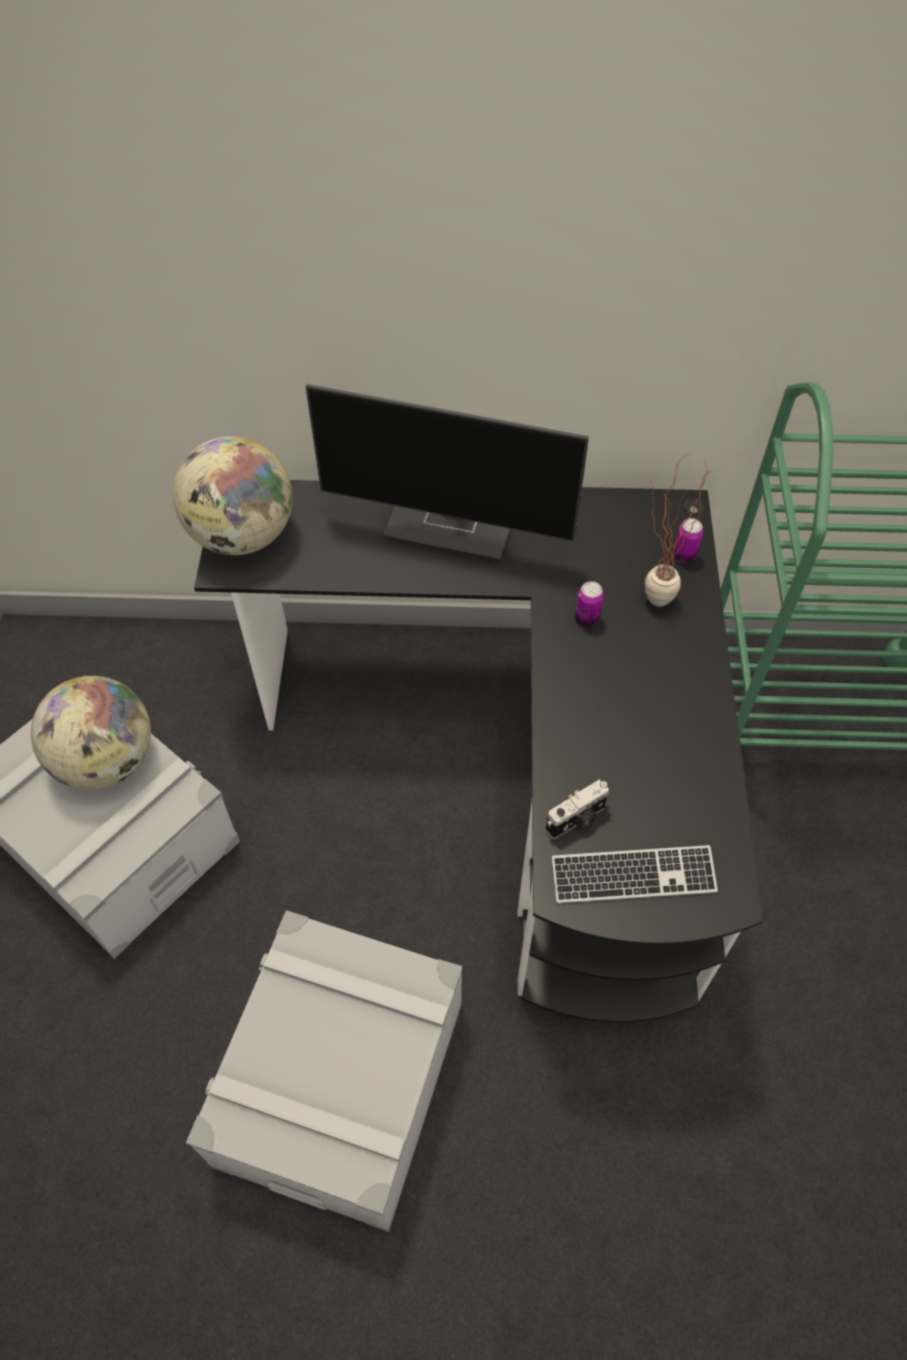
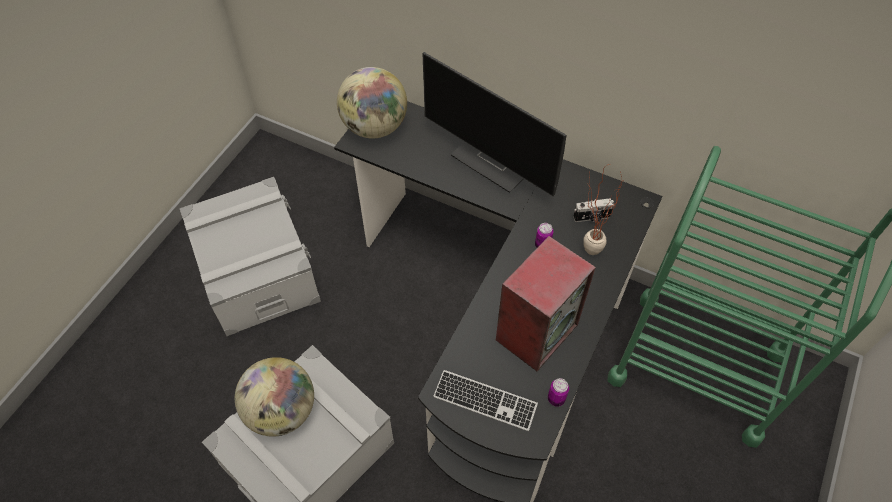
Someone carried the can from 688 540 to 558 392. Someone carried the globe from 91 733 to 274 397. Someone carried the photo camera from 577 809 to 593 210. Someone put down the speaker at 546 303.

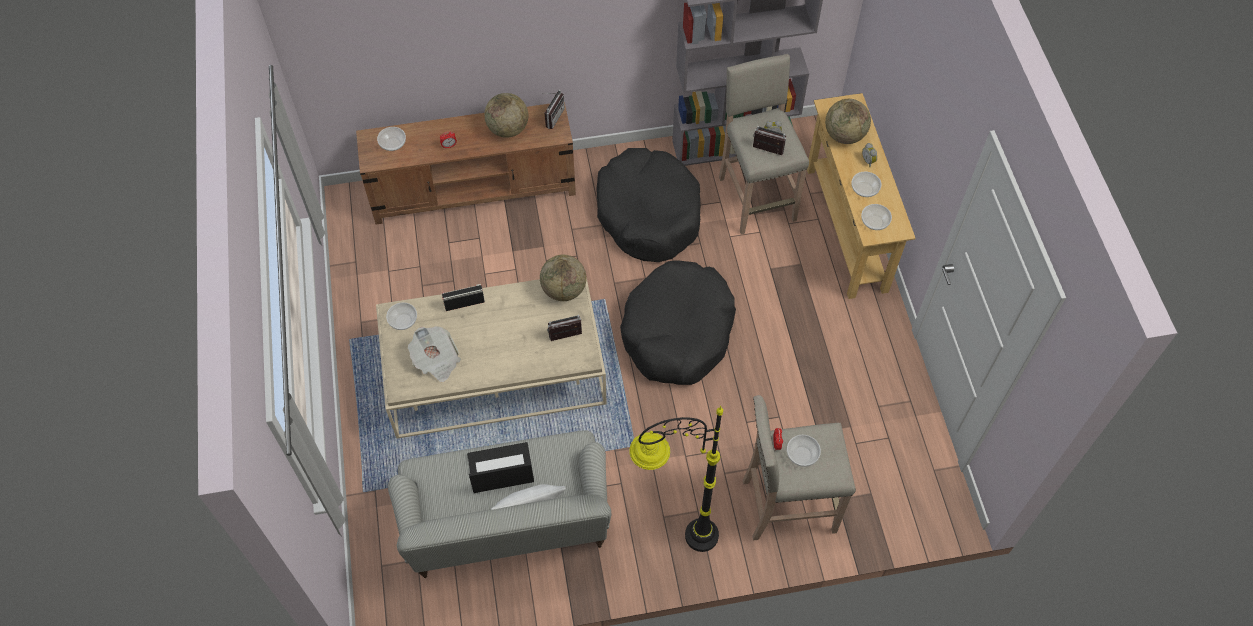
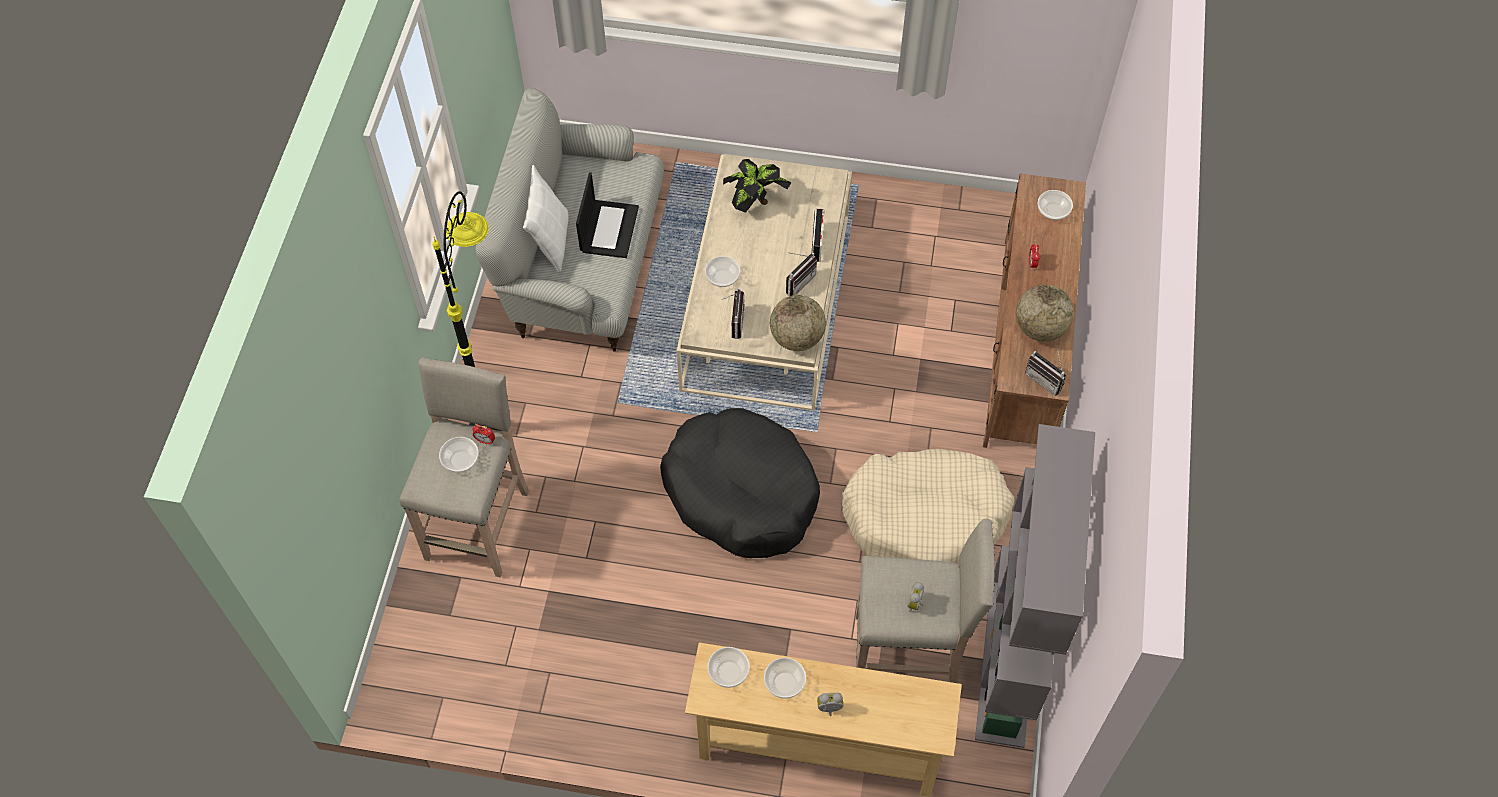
Someone took away the globe at 848 121. Someone carried the radio from 769 140 to 801 274. Someone repainted the black dog bed at 648 205, which became the beige dog bed at 927 506. Someone carried the bowl from 401 316 to 722 271. Someone swapped the newspaper at 434 354 for the potted plant at 757 186.

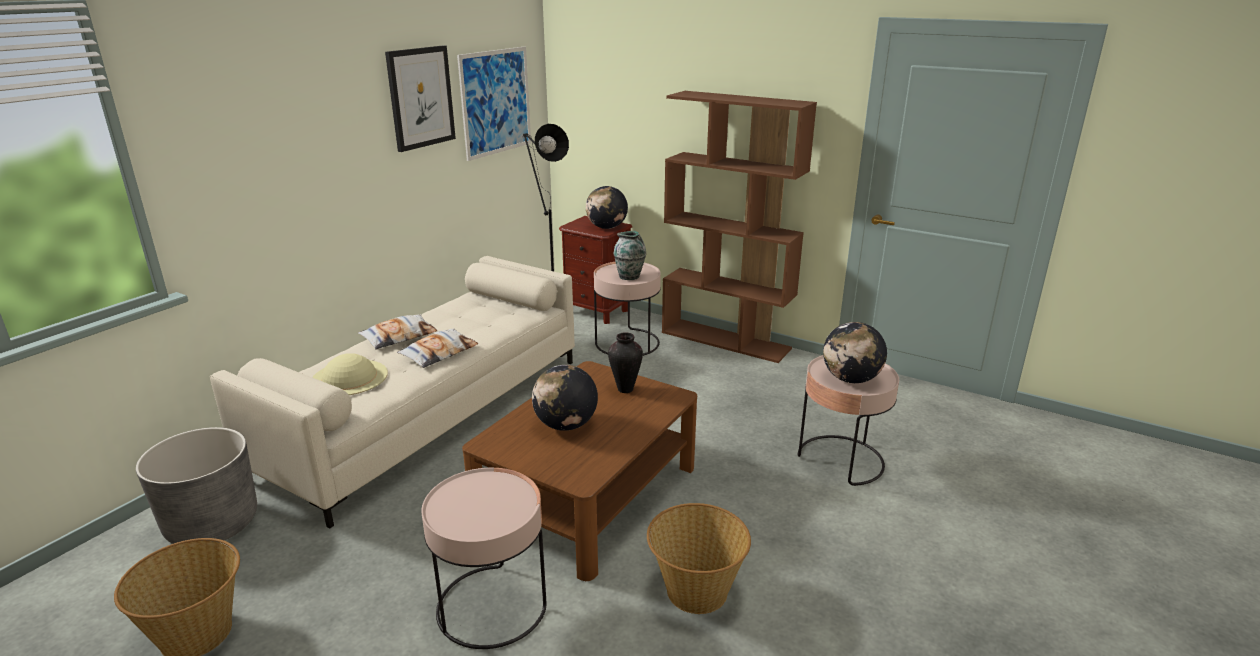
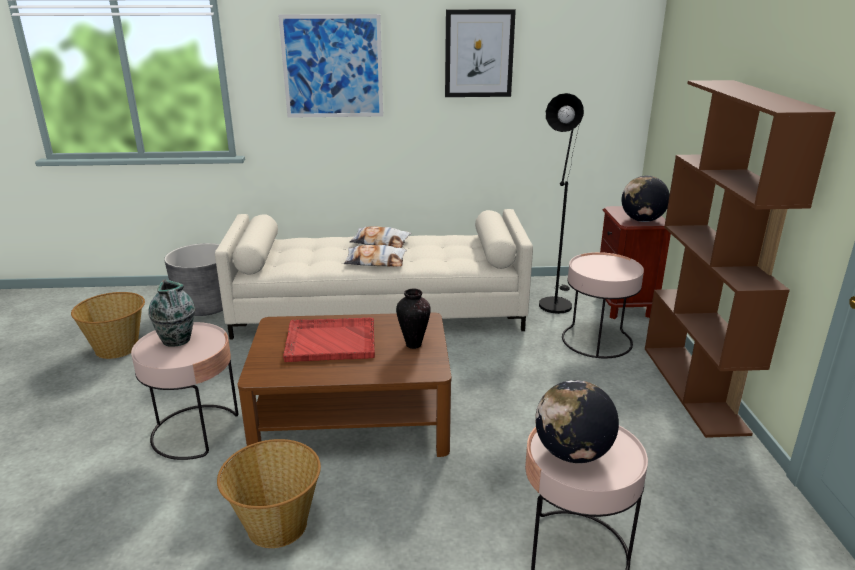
Someone carried the picture from 494 104 to 330 66. Someone carried the vase from 630 255 to 172 313. Someone took away the beige hat at 350 374. Someone swapped the globe at 565 398 for the red tray at 329 340.

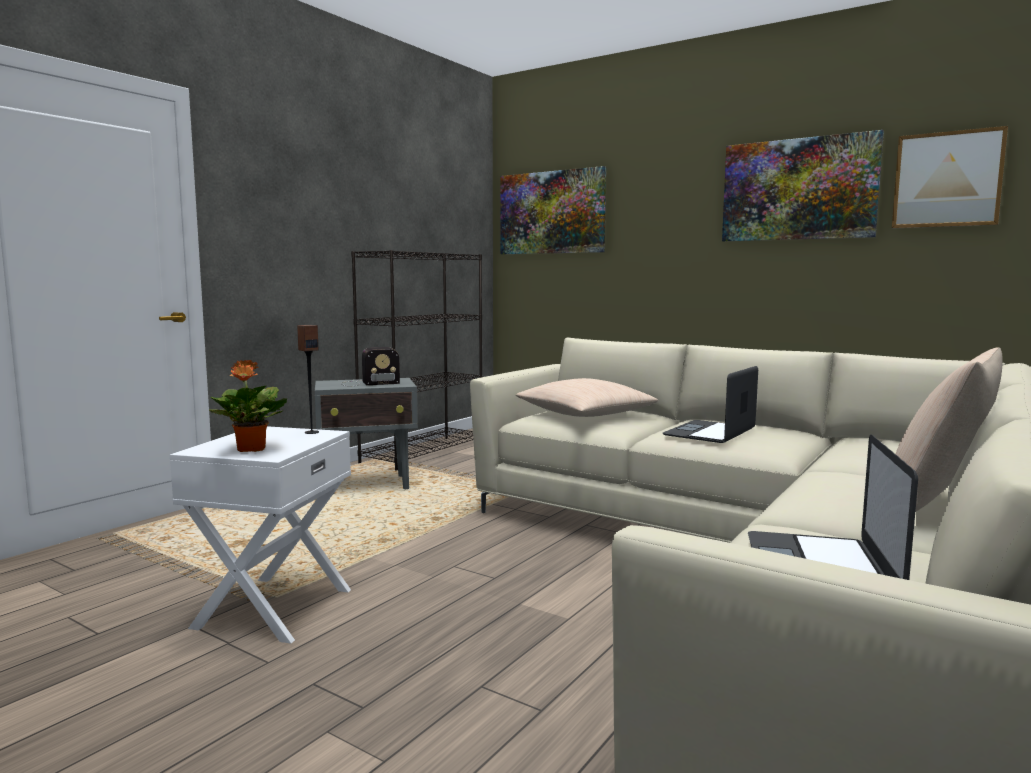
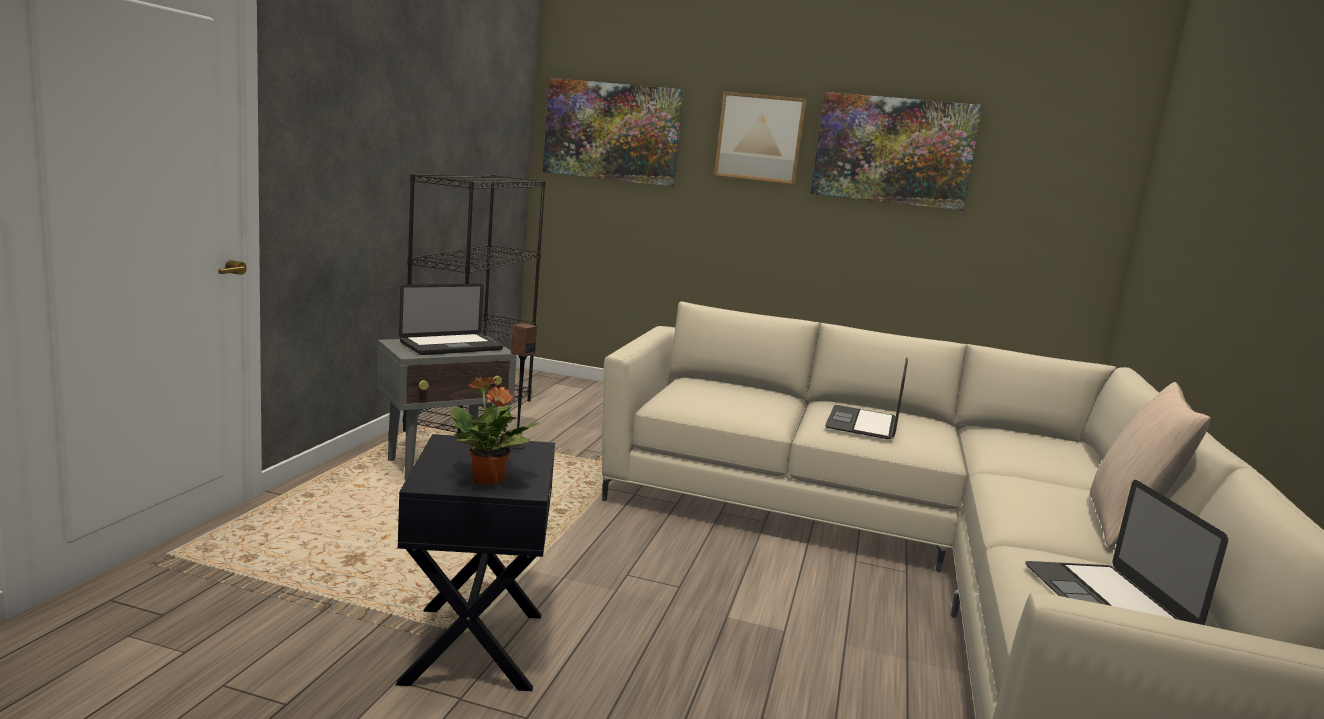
Someone carried the picture from 950 177 to 760 138. Someone swapped the radio at 370 366 for the laptop at 451 319. Someone took away the beige pillow at 587 397. Someone repainted the white side table at 260 535, which became the black side table at 475 562.

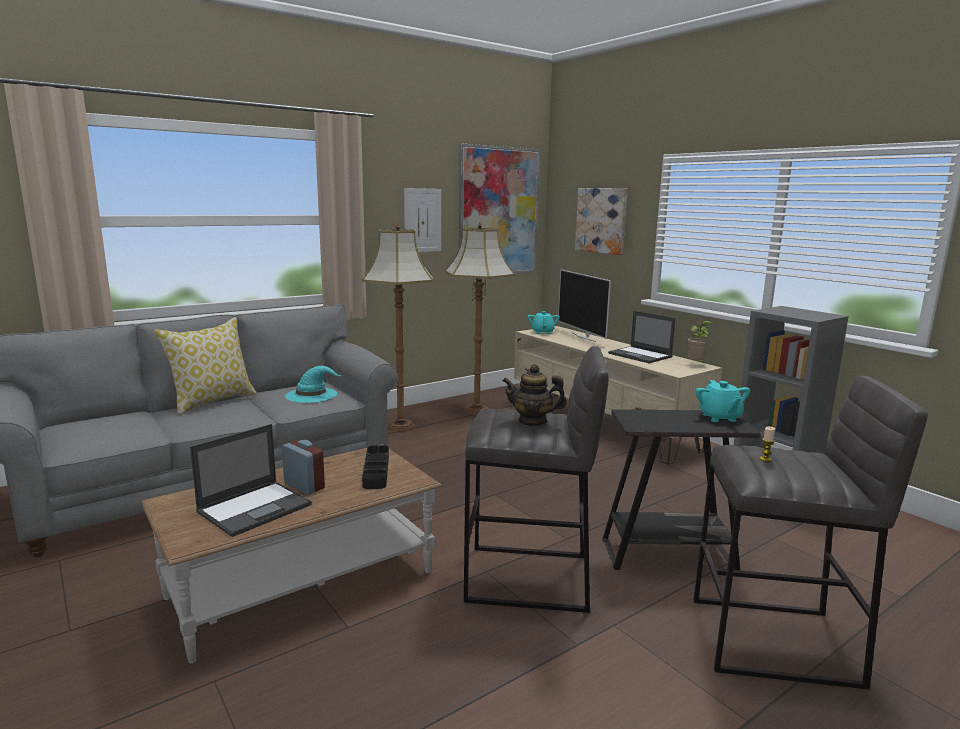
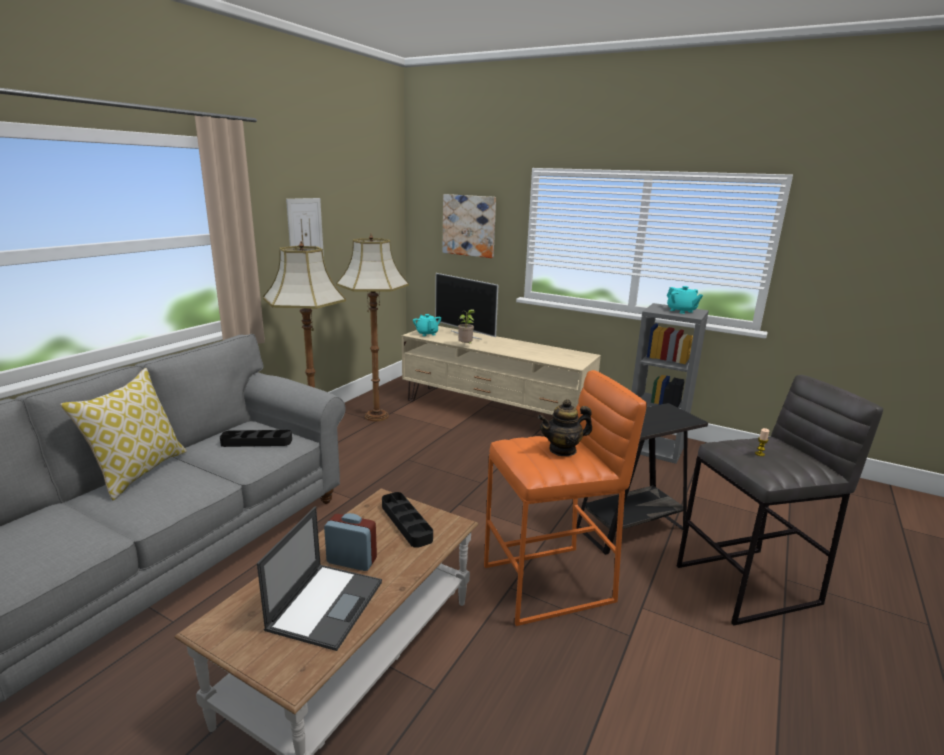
Someone took away the picture at 499 208. Someone took away the laptop at 642 337. Someone carried the potted plant from 699 341 to 467 326. Someone repainted the grey stool at 536 479, which became the orange stool at 565 498. Someone swapped the turquoise hat at 312 384 for the black tray at 256 438. Someone carried the turquoise teapot from 722 401 to 685 300.

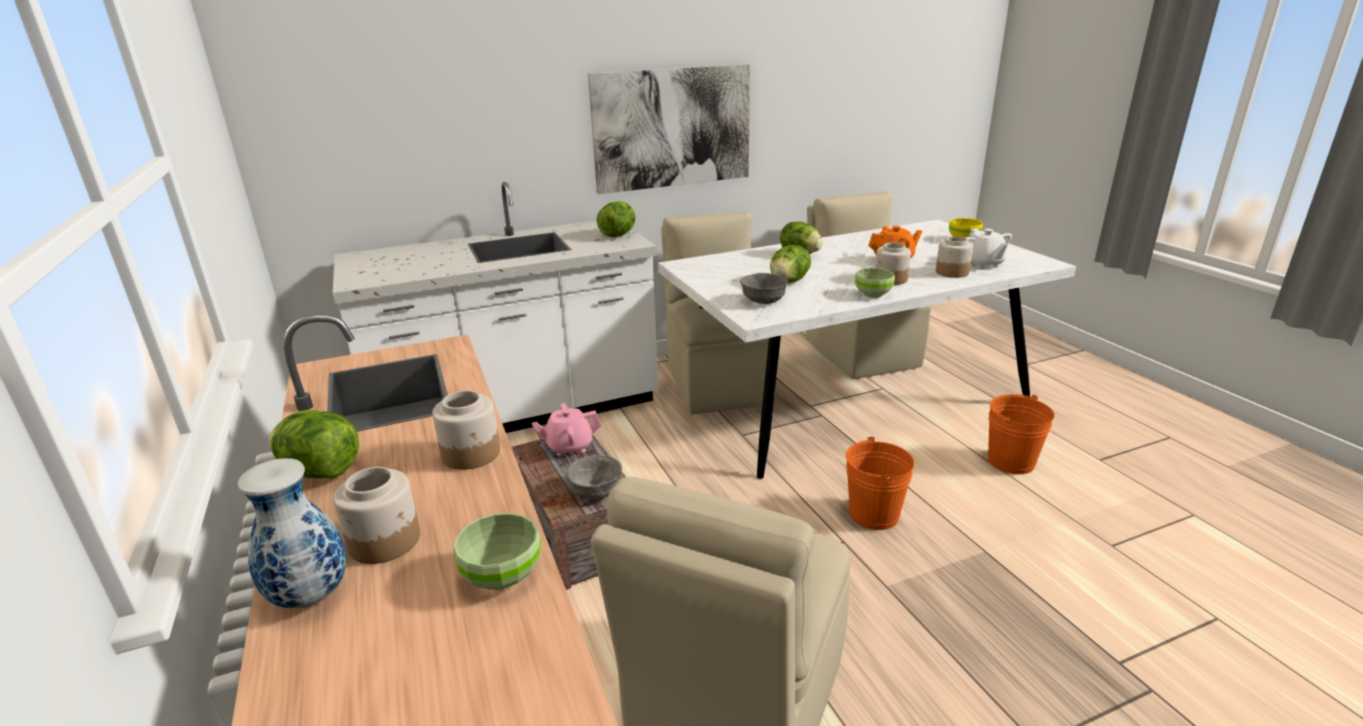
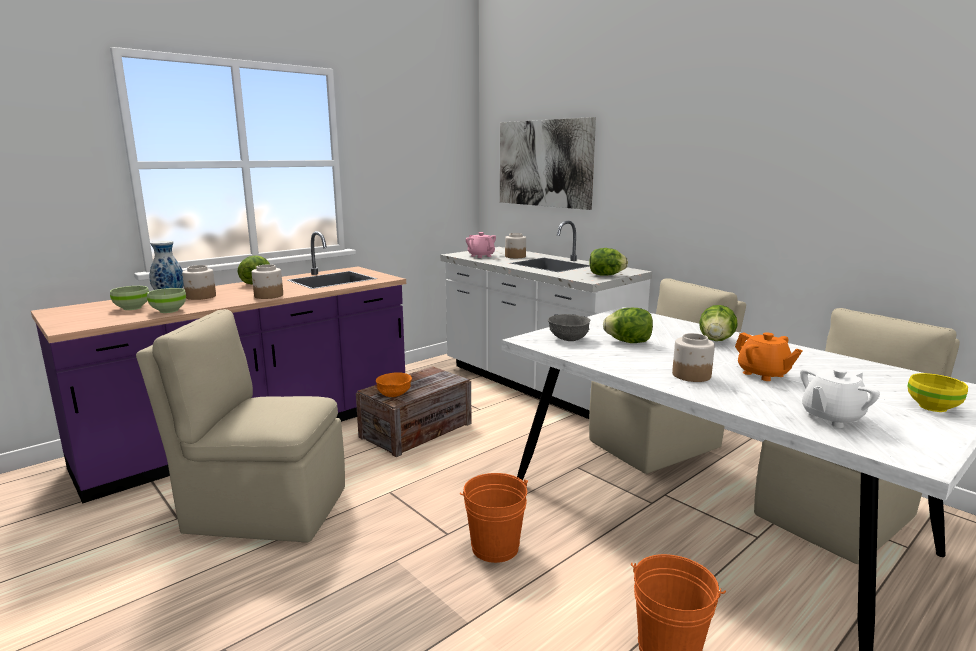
Someone carried the picture from 669 129 to 548 163. Someone carried the jar from 954 257 to 515 245. Someone carried the green bowl from 875 283 to 129 298. Someone carried the pink teapot from 566 429 to 481 245. Someone repainted the grey bowl at 594 477, which became the orange bowl at 394 384.

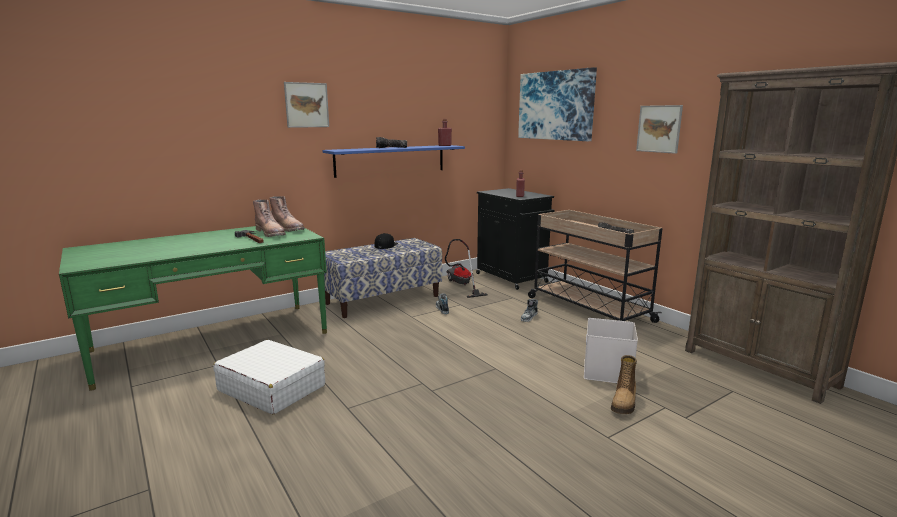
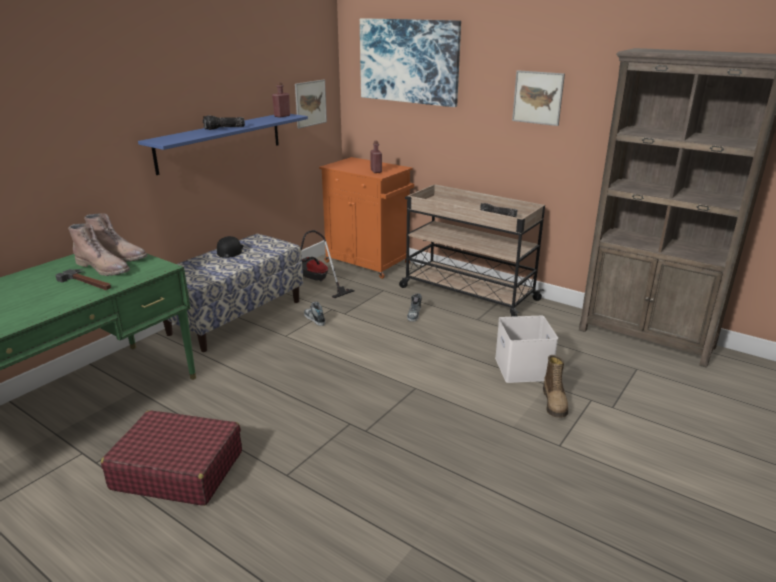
Someone carried the picture from 306 105 to 311 104. Someone repainted the black cabinet at 515 239, which became the orange cabinet at 366 218. Someone repainted the white suitcase at 269 377, which became the red suitcase at 171 458.

